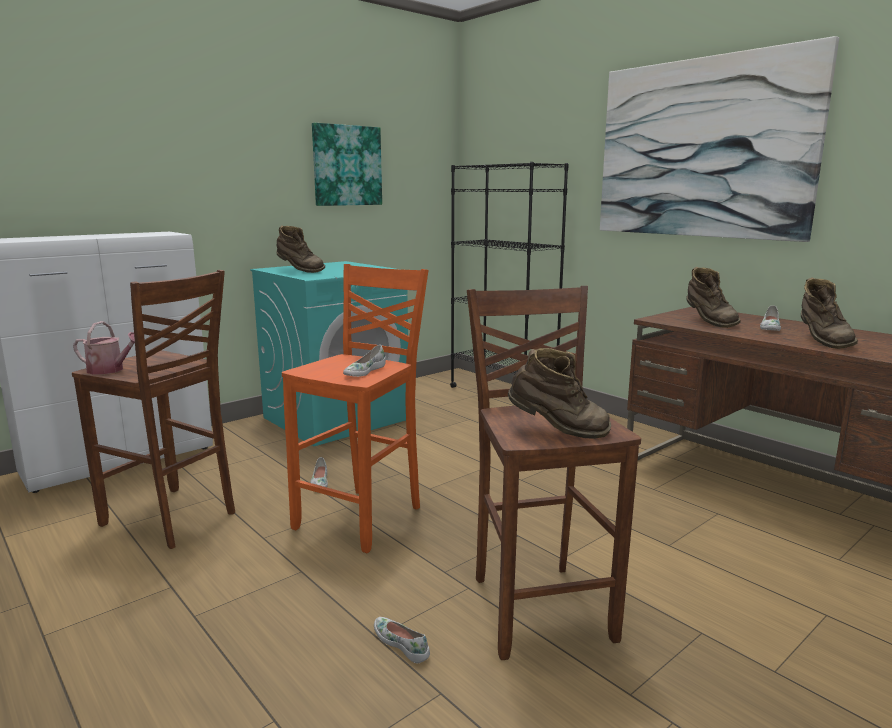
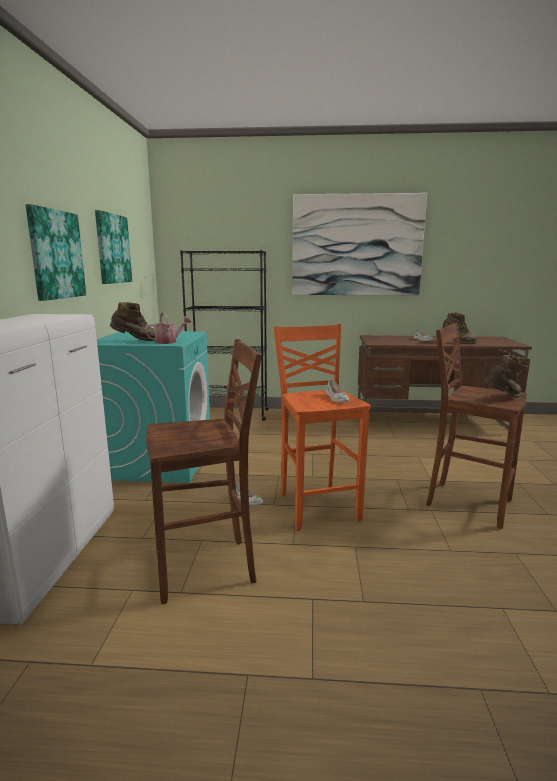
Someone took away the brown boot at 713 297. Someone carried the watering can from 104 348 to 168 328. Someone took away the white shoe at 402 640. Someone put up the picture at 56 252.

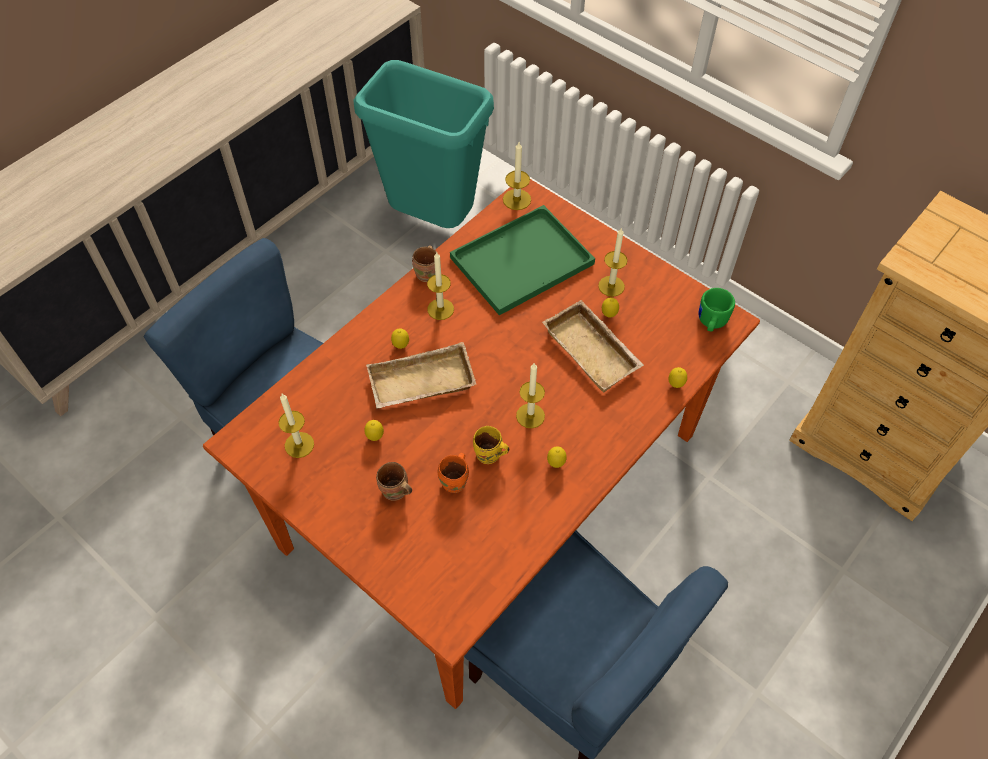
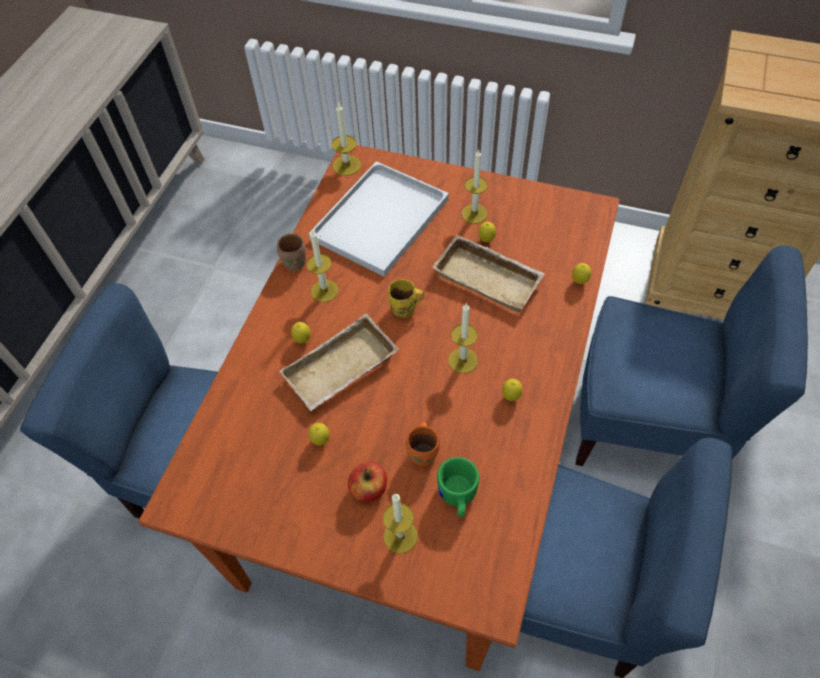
Someone took away the turquoise trash can at 424 144. Someone repainted the green tray at 522 260, which became the white tray at 378 219. Someone carried the green mug from 716 309 to 458 487. Someone carried the candle from 296 426 to 400 524. Someone carried the yellow mug from 491 445 to 406 298. Someone swapped the brown mug at 394 481 for the apple at 367 482. Someone put down the blue chair at 691 355.

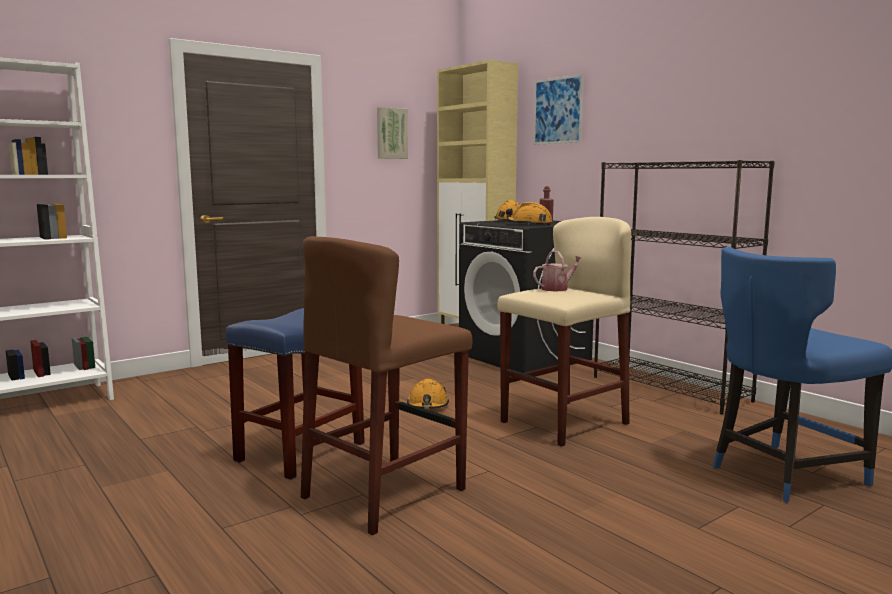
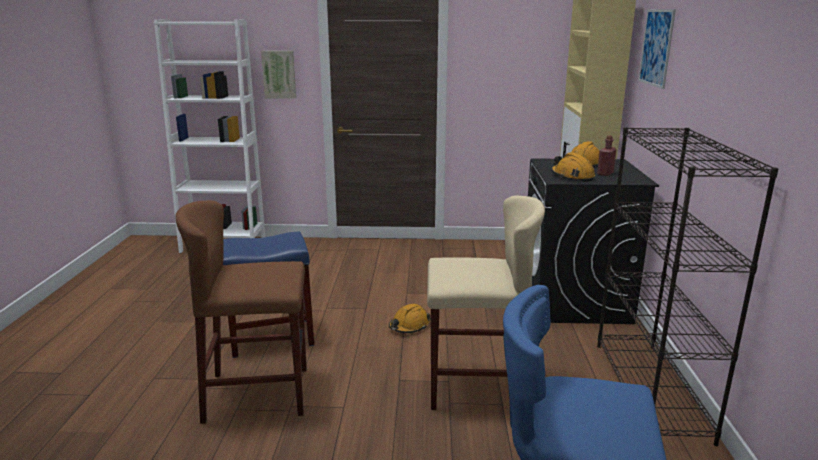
Someone carried the picture from 392 133 to 278 75. Someone took away the watering can at 556 270.

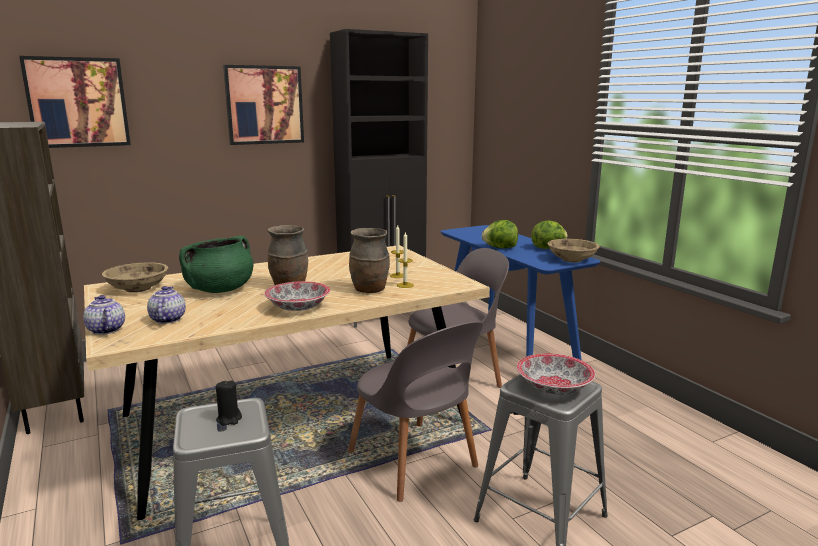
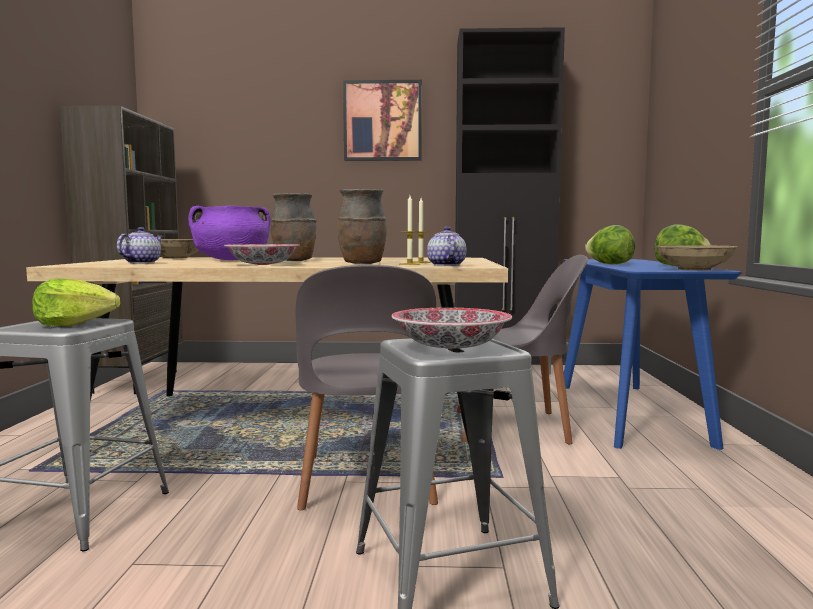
Someone took away the picture at 75 102. Someone repainted the green cooking pot at 216 264, which became the purple cooking pot at 229 232. Someone carried the teapot from 104 315 to 446 246. Someone swapped the black candle at 229 403 for the lettuce at 76 302.

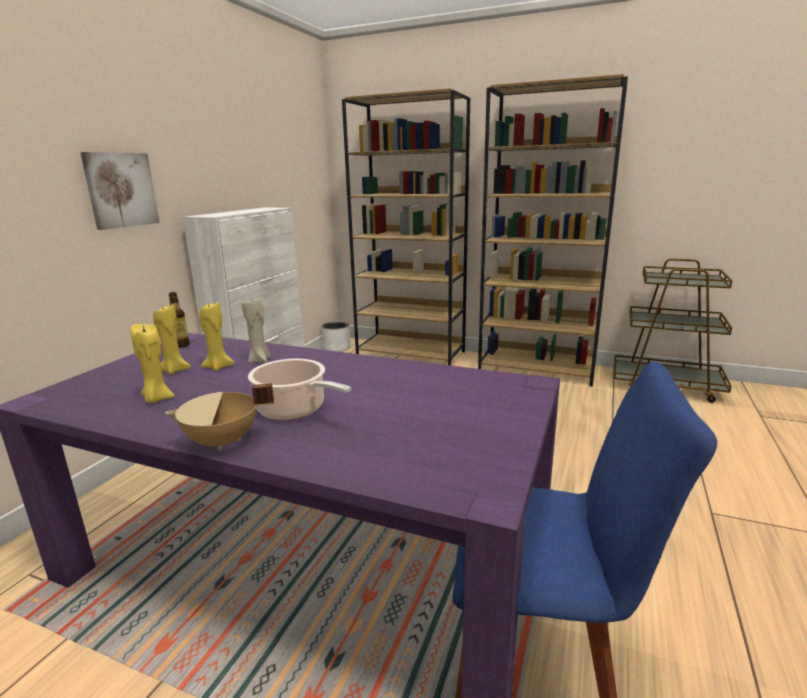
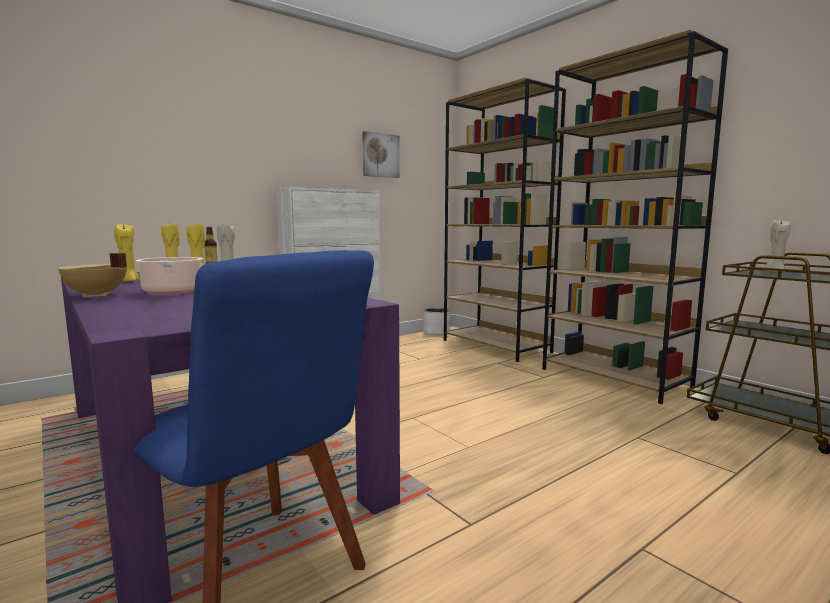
Someone carried the picture from 120 191 to 381 154. Someone put down the beige candle at 778 246.

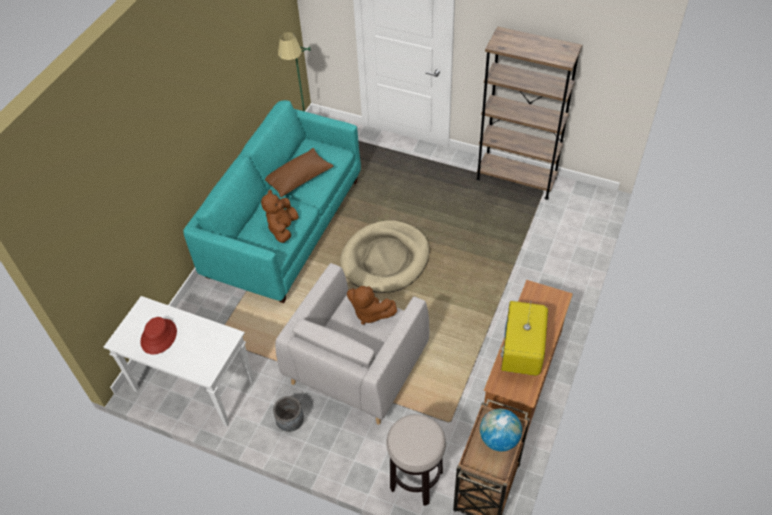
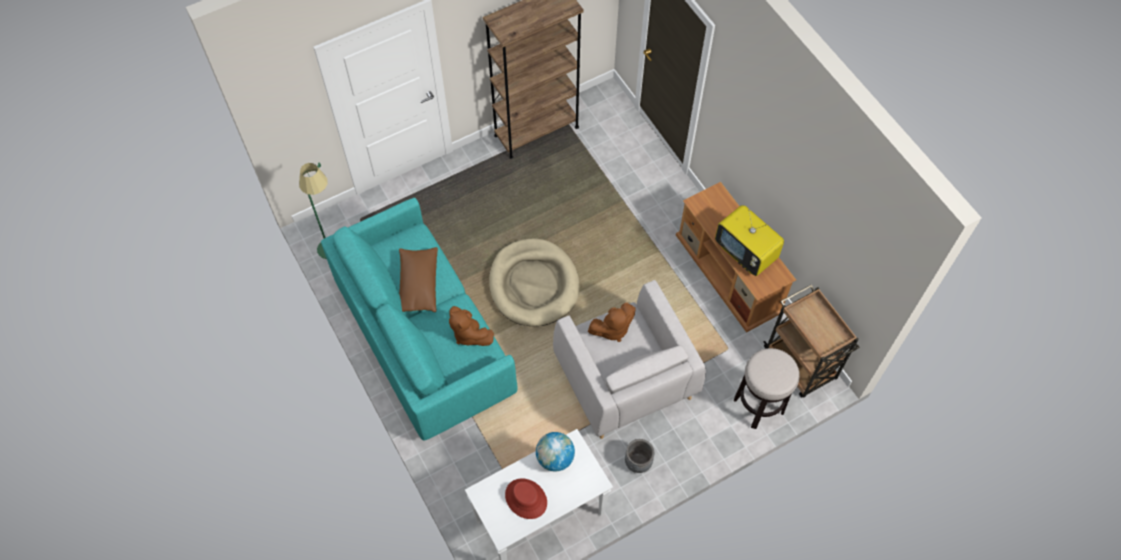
Someone carried the globe from 501 430 to 555 452.

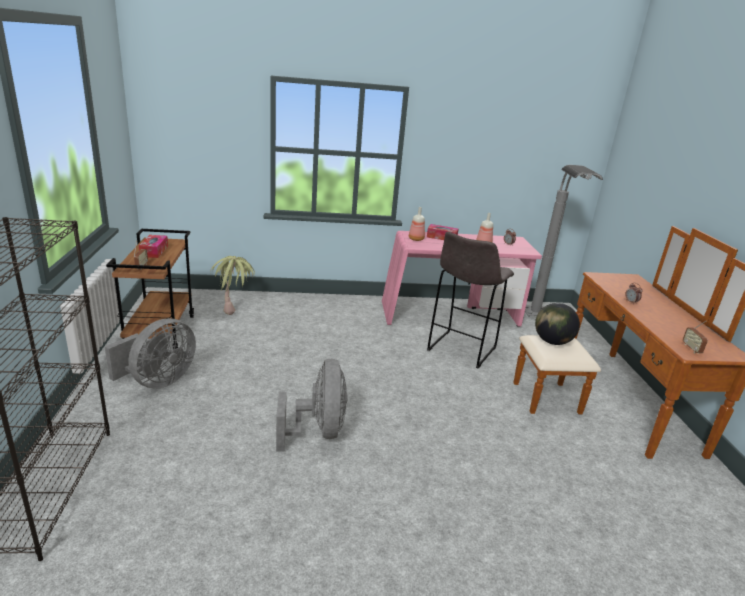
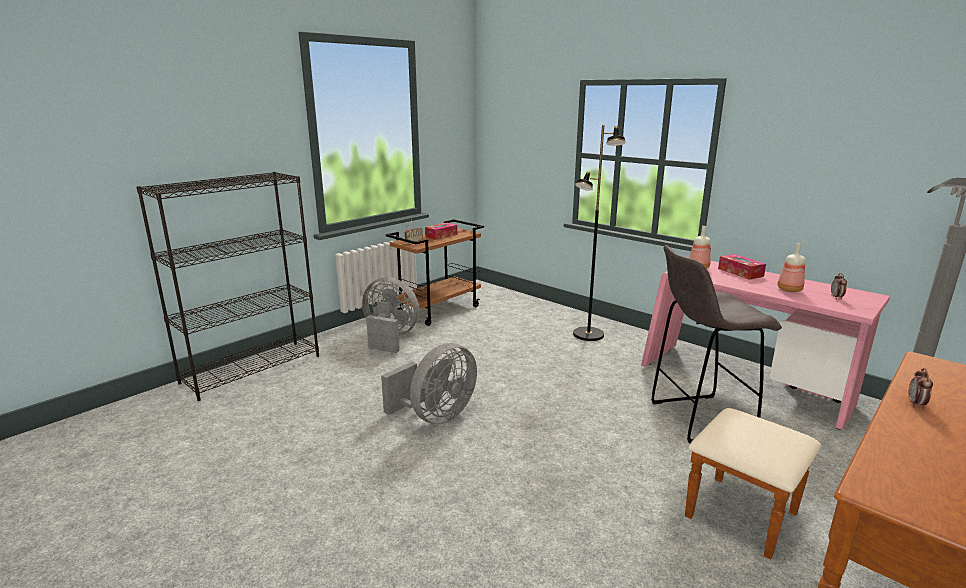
Someone took away the potted plant at 232 285. Someone took away the globe at 557 324. Someone rotated the grey fan at 150 353 by 150 degrees counterclockwise. Someone took away the radio at 695 337. Someone put down the black floor lamp at 599 233.

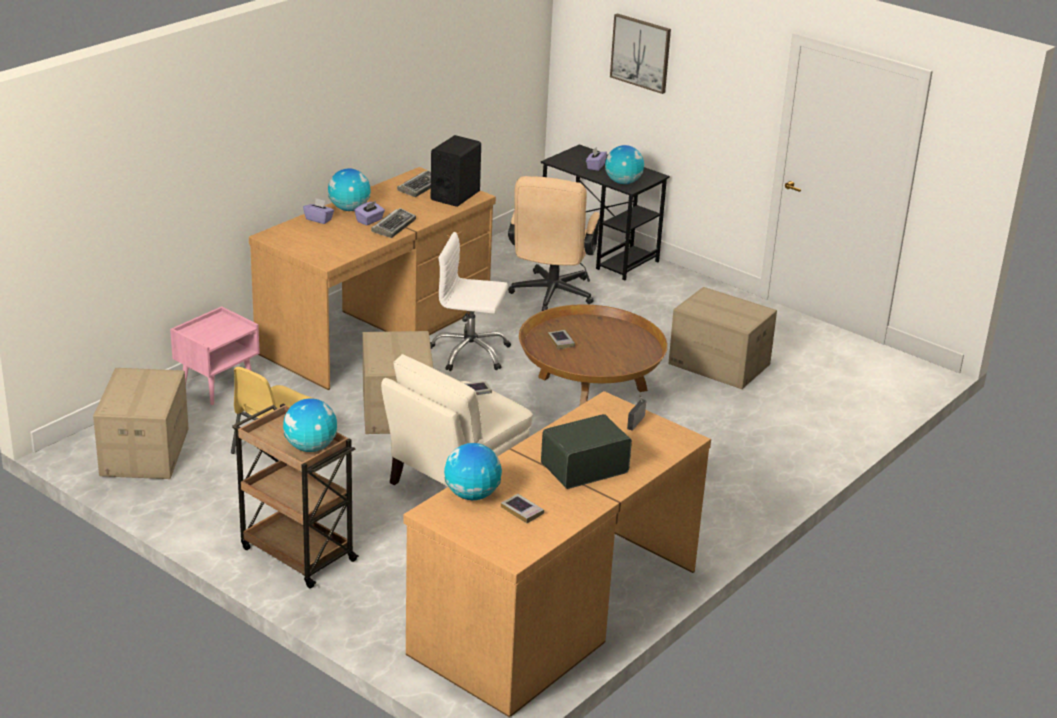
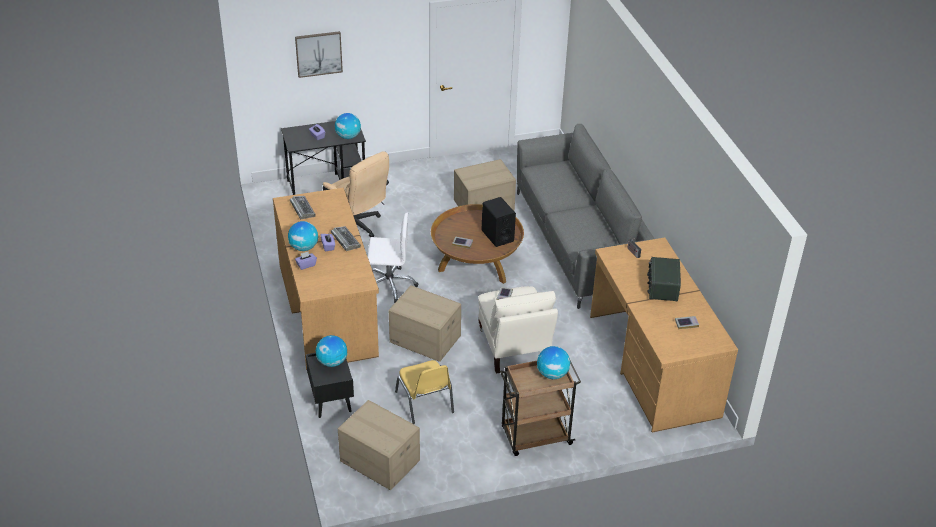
Someone carried the black speaker from 456 171 to 498 222. Someone rotated the white office chair at 470 301 by 135 degrees counterclockwise. Someone repainted the pink nightstand at 215 355, which became the black nightstand at 330 385. Someone carried the globe from 473 471 to 331 351. Someone put down the grey sofa at 585 216.

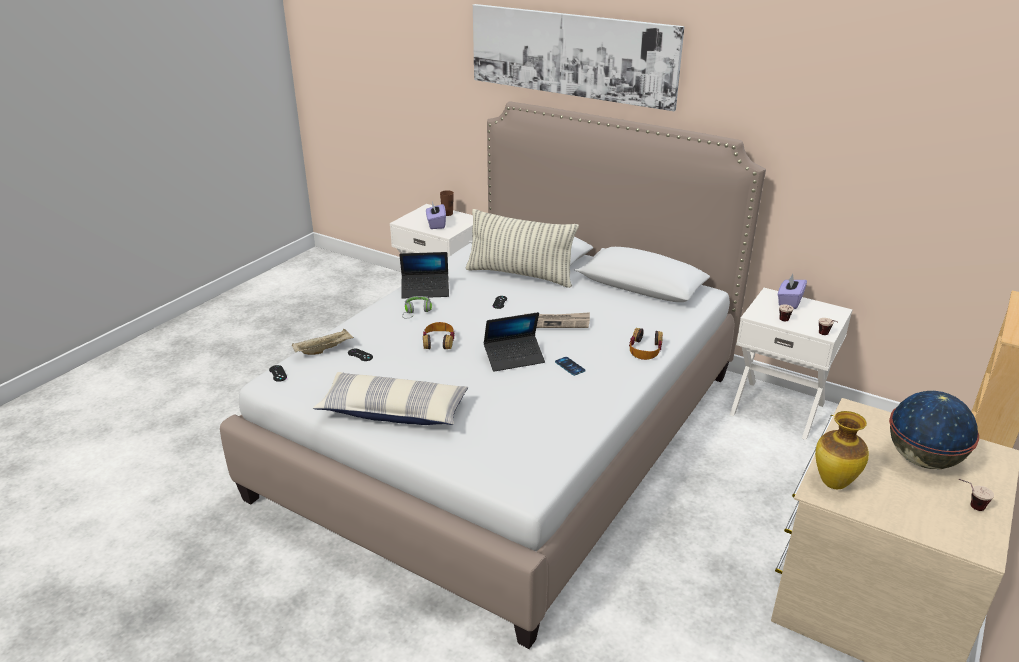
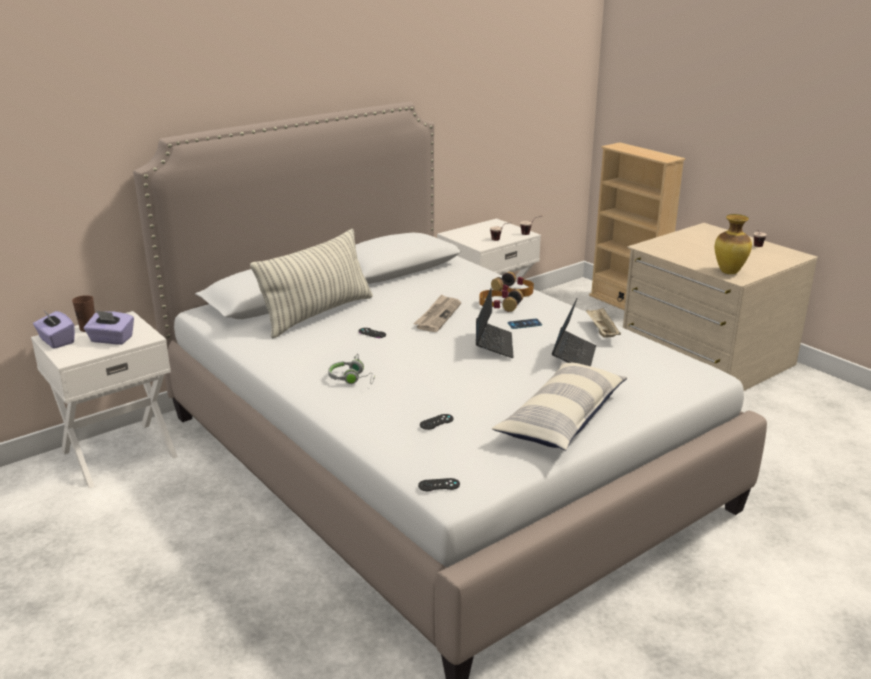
Someone took away the picture at 579 57. Someone carried the laptop from 424 275 to 574 332. Someone carried the purple tissue box from 792 291 to 54 330. Someone carried the headphones from 439 335 to 501 300. Someone carried the beige tray from 323 342 to 603 323. Someone took away the globe at 934 430.

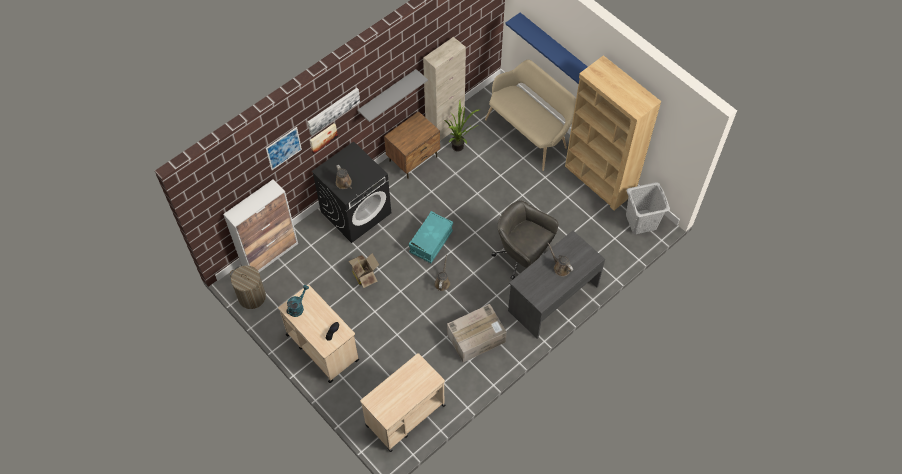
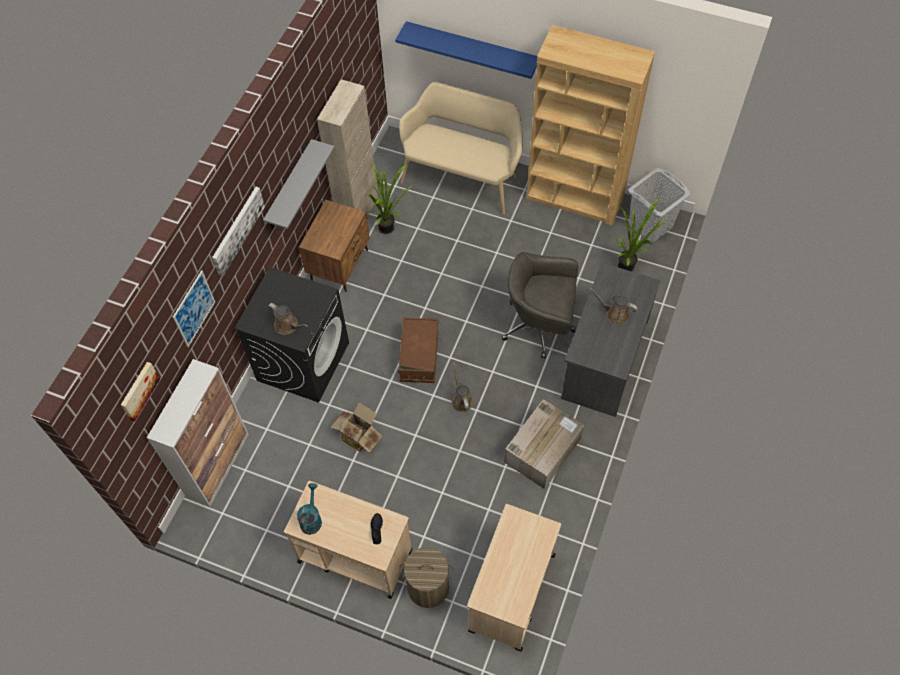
Someone carried the picture from 324 138 to 140 391. Someone repainted the turquoise storage box at 431 237, which became the brown storage box at 418 350. Someone carried the laundry basket from 248 287 to 426 577. Someone put down the potted plant at 640 234.

